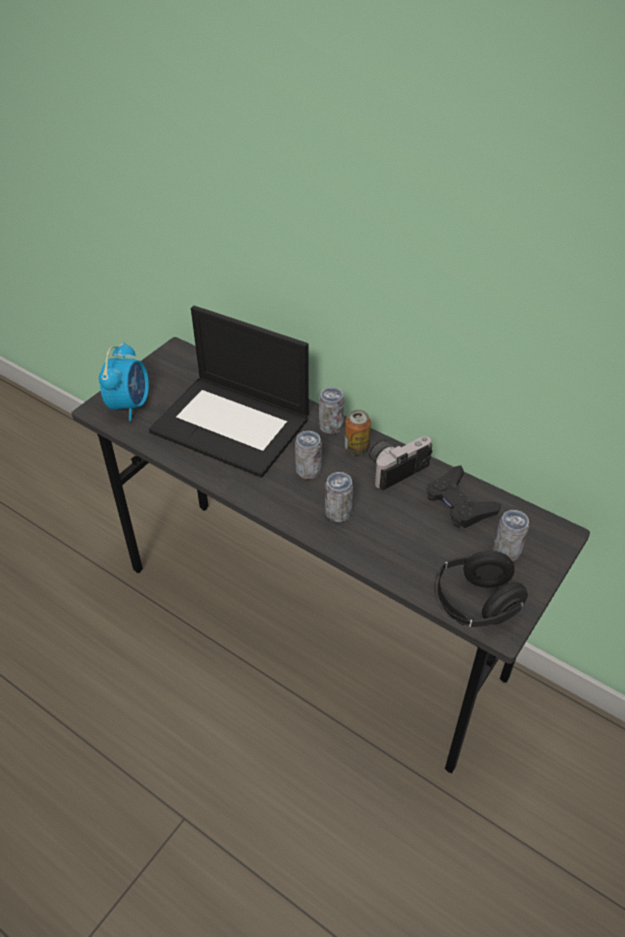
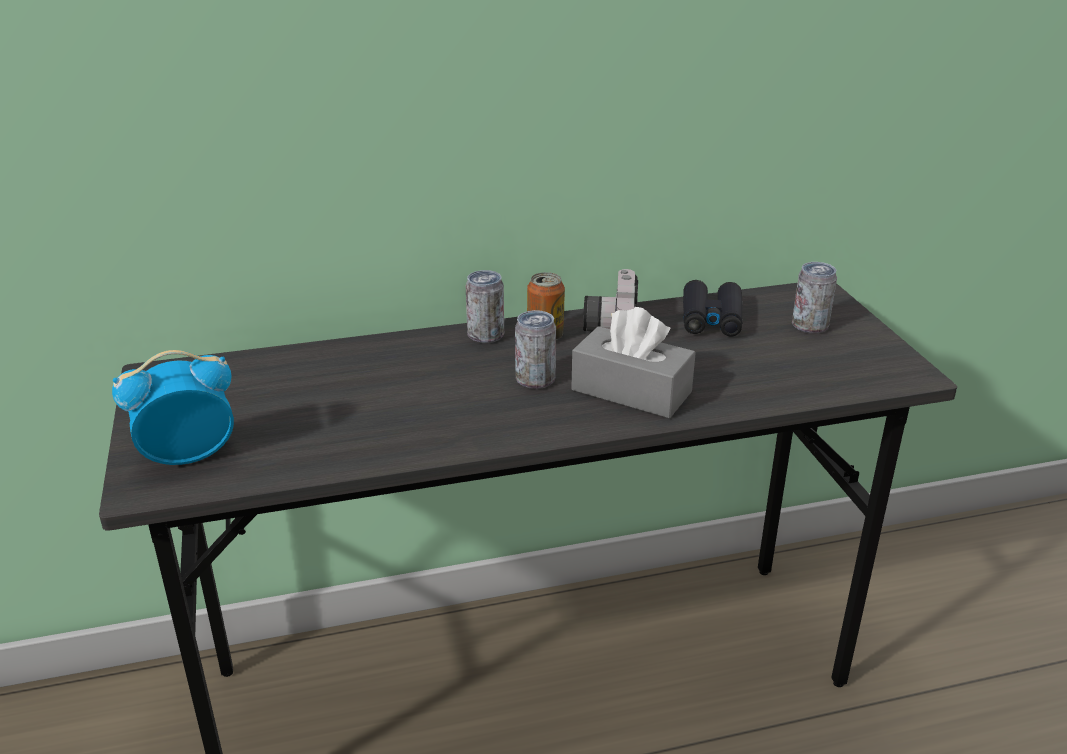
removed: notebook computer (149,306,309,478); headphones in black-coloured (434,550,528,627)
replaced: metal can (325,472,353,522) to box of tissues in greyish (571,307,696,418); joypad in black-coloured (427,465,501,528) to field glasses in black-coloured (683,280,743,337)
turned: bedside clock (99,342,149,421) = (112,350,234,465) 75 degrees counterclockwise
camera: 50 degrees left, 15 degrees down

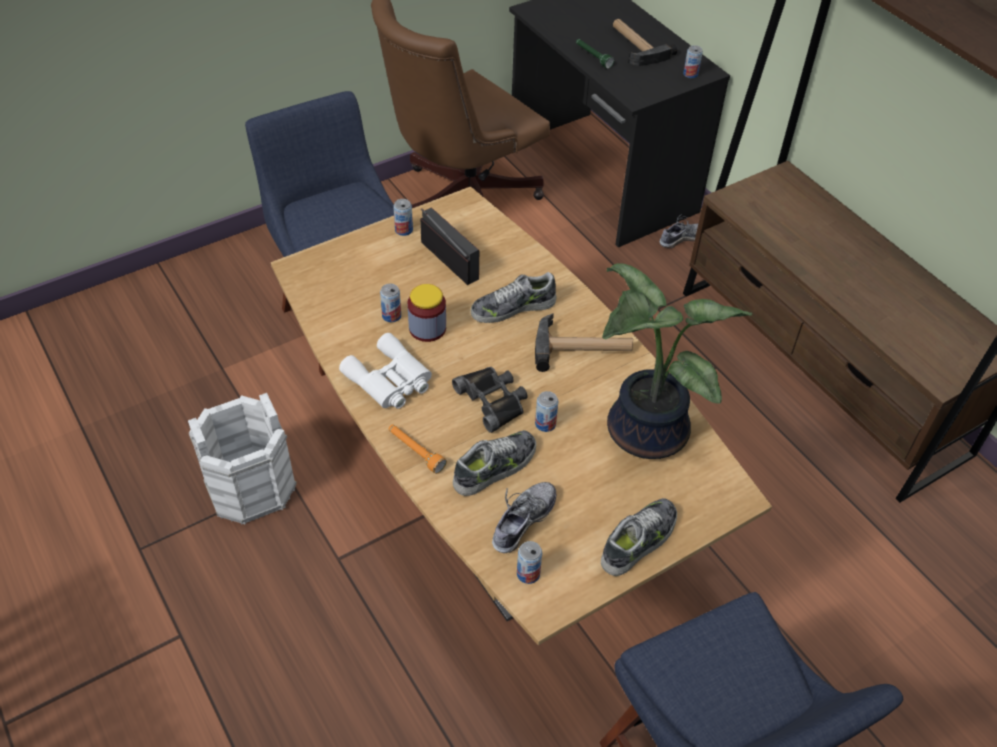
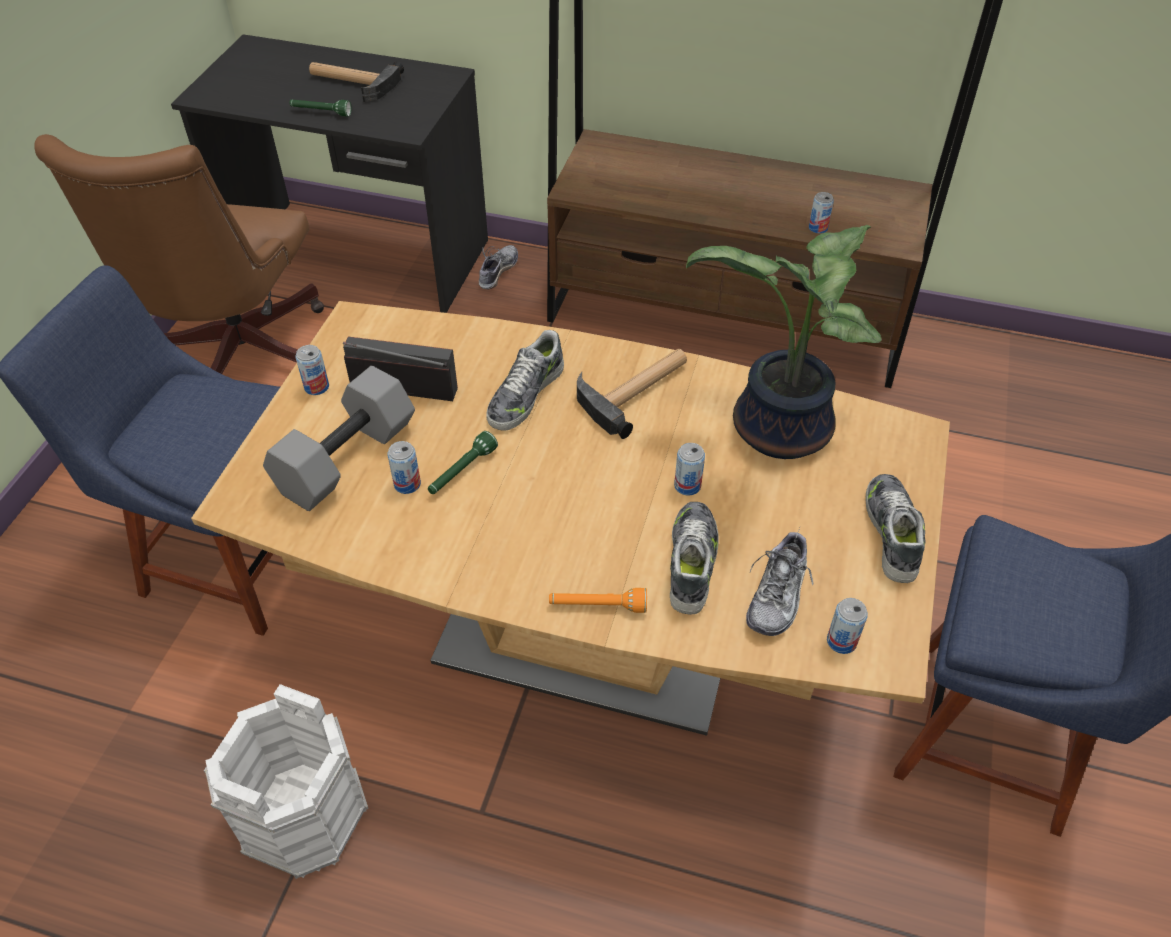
removed: field glasses in whitish (339,333,432,409); field glasses in black-coloured (452,367,527,433)
added: free weight in greyish (263,366,415,511)
moved: metal can (683,45,703,78) to (809,192,834,234)
replaced: preserve jar (408,284,446,342) to flashlight in green (428,431,498,494)
turned: low shoe (492,482,556,553) = (746,528,813,636) 150 degrees counterclockwise
camera: 40 degrees left, 0 degrees up

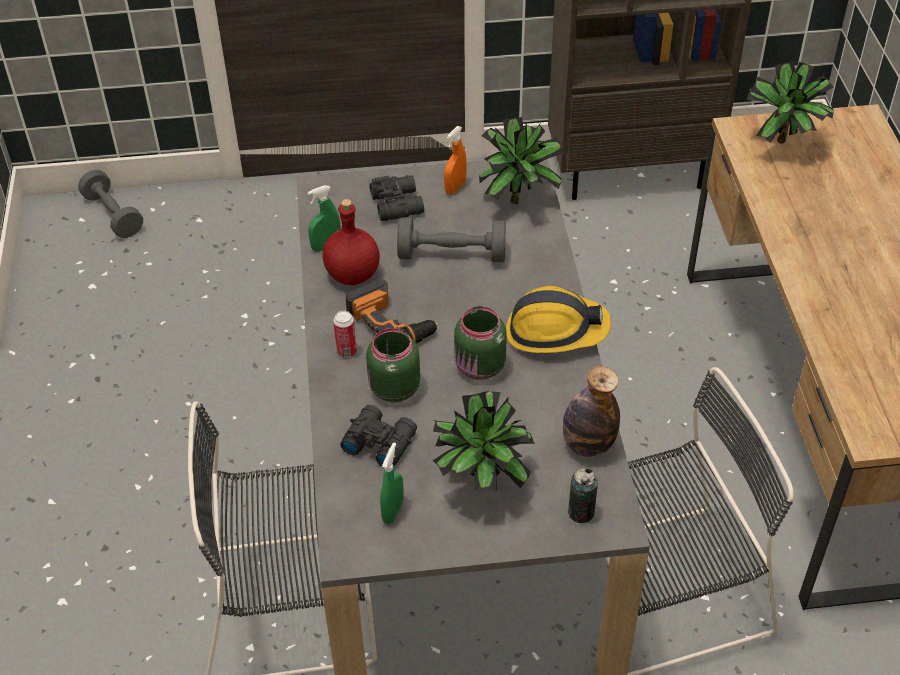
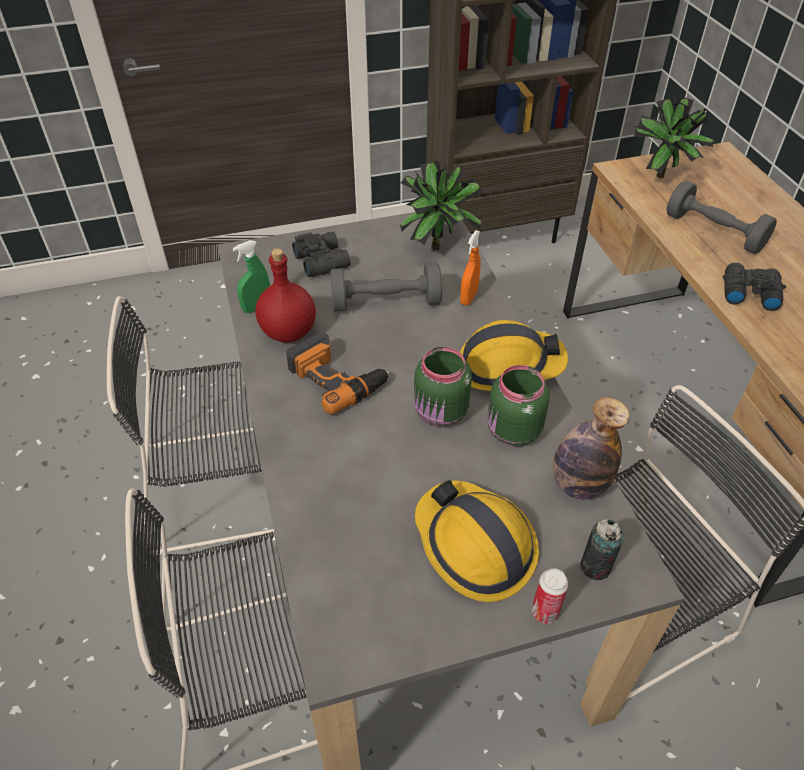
removed: spray bottle in green (380,443,404,524)
added: plain chair in black-coloured (107,296,274,556)
moved: free weight in greyish (78,170,143,238) to (666,180,777,254); metal can (333,311,357,358) to (532,568,568,624); field glasses in black-coloured (340,405,417,466) to (723,263,786,311); preserve jar in green (366,328,420,403) to (487,365,550,447); spray bottle in orangey (444,126,467,195) to (460,230,481,305)
replaced: potted plant (433,391,535,491) to hard hat (415,480,539,602)
camera: 10 degrees left, 0 degrees up

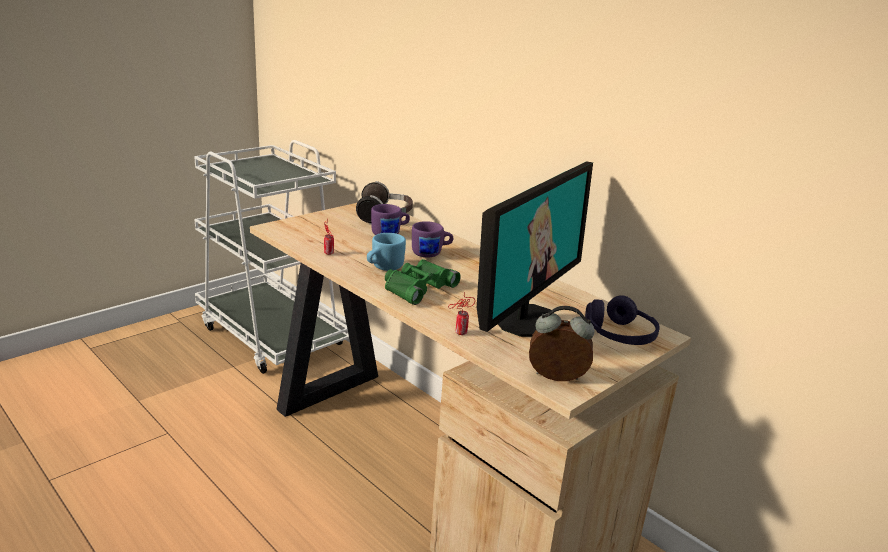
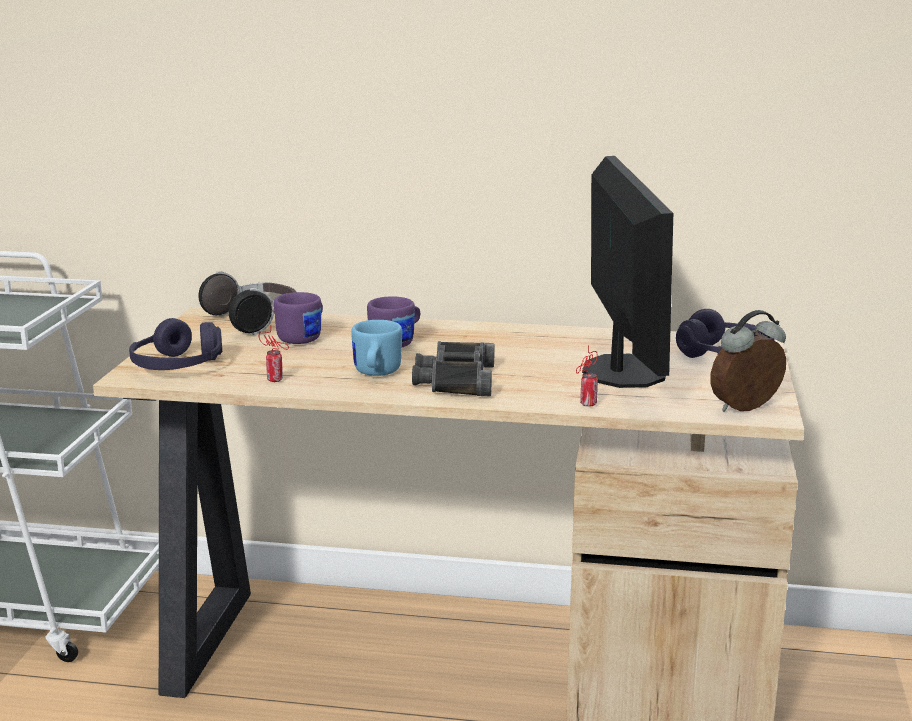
added: headphones in purple-coloured (129,318,222,370)
recoloured: field glasses in green (385,259,461,305) to field glasses in black-coloured (412,341,495,396)
camera: 35 degrees left, 5 degrees down

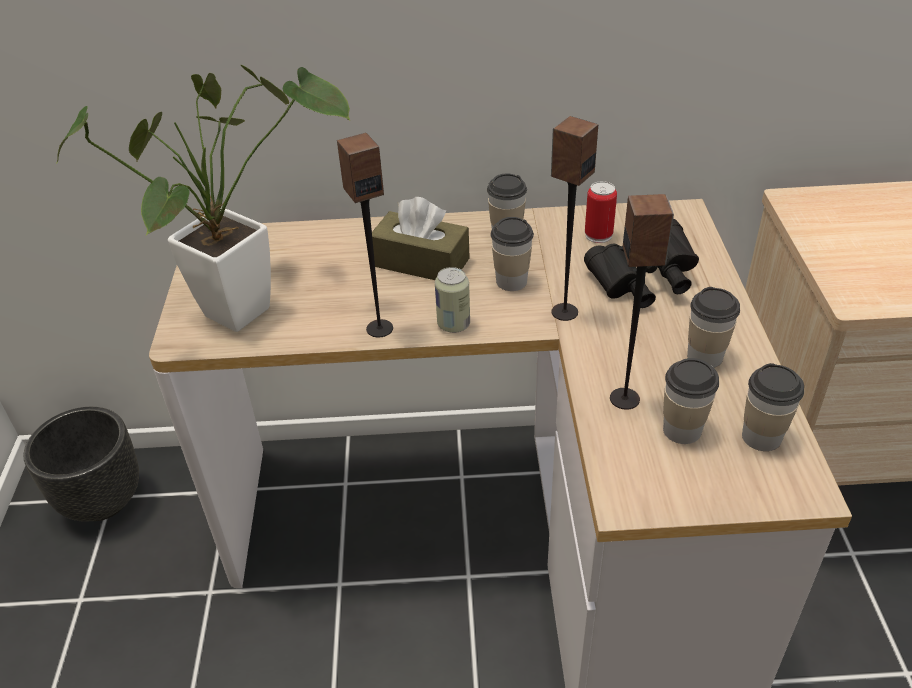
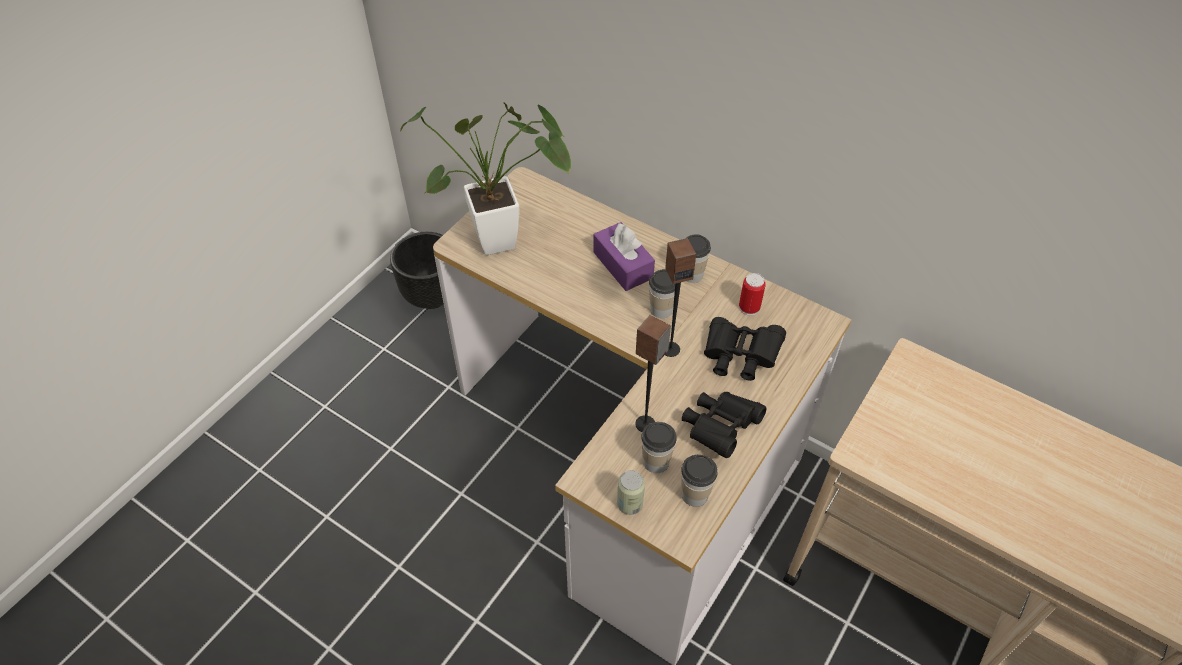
removed: audio speaker (337,132,393,338)
moved: metal can (435,267,470,333) to (617,470,645,515)
replaced: cup (687,287,740,368) to field glasses in black-coloured (682,392,767,458)
recoloured: box of tissues in brown (372,197,470,280) to box of tissues in purple-coloured (593,222,655,291)
camera: 35 degrees right, 10 degrees up

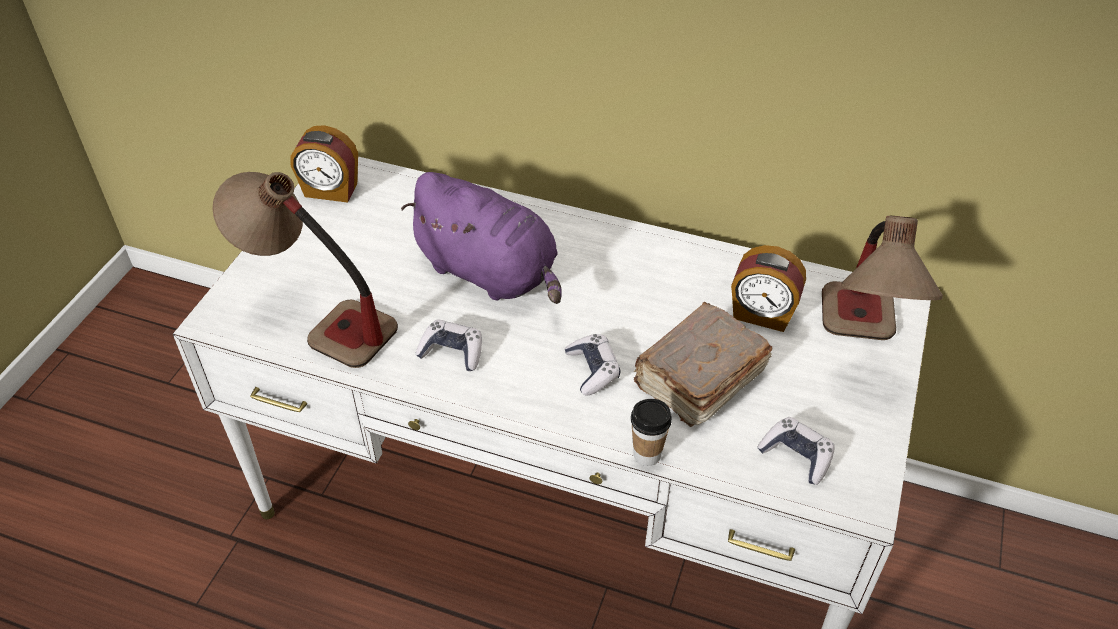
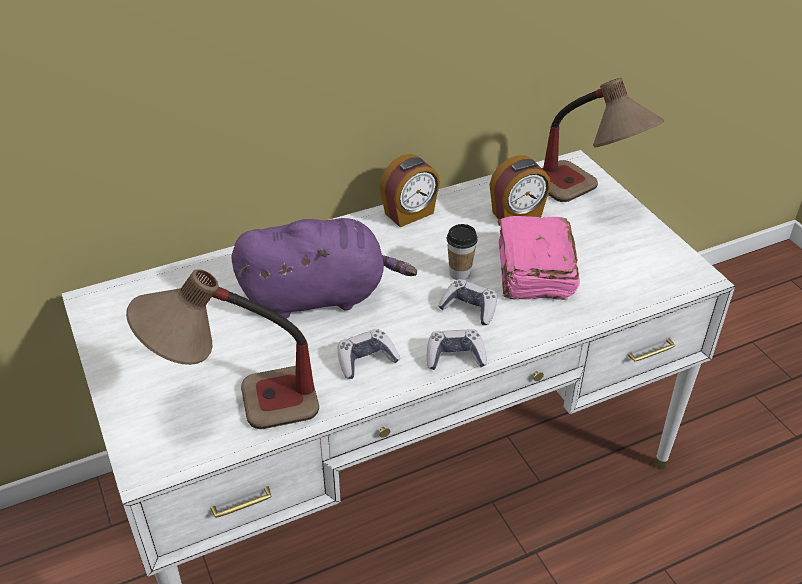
moved: bedside clock (290,125,358,203) to (380,154,440,227); cup (631,399,672,466) to (447,224,478,280); joypad (757,417,835,485) to (427,329,487,370)
recoloured: volume in brown (633,302,772,427) to volume in pinkish (497,216,580,300)
camera: 45 degrees left, 5 degrees down

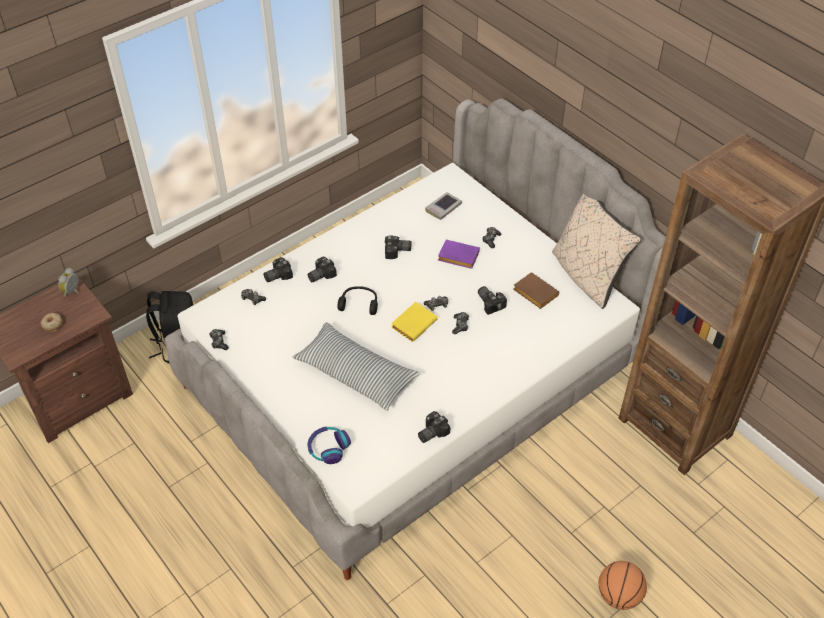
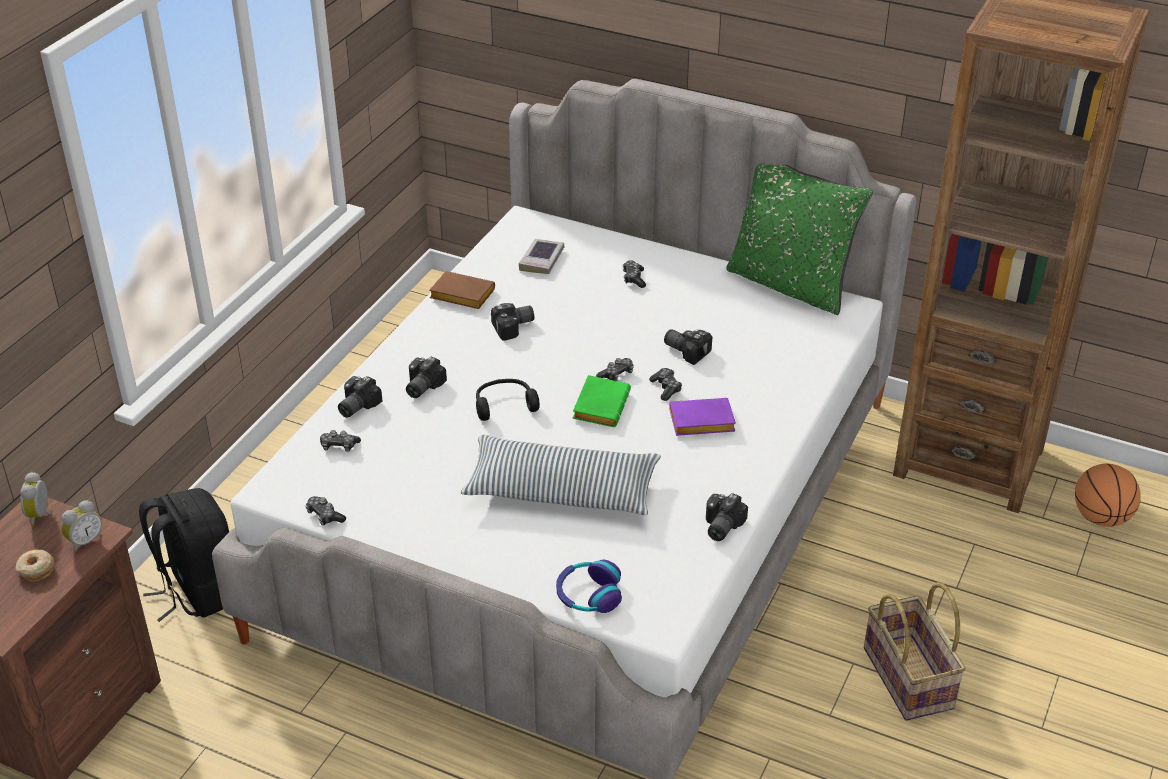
added: bedside clock (61,500,102,552); storage basket (864,582,966,720)
moved: volume in purple-coloured (438,240,480,269) to (669,398,736,436); volume in brown (513,272,559,309) to (429,271,495,309); basketball ball (599,561,647,610) to (1075,464,1141,527)
recoloured: volume in yellow (391,302,437,342) to volume in green (572,375,631,427); throw pillow in beige-coloured (552,194,641,309) to throw pillow in green (726,164,873,315)
camera: 25 degrees left, 10 degrees down

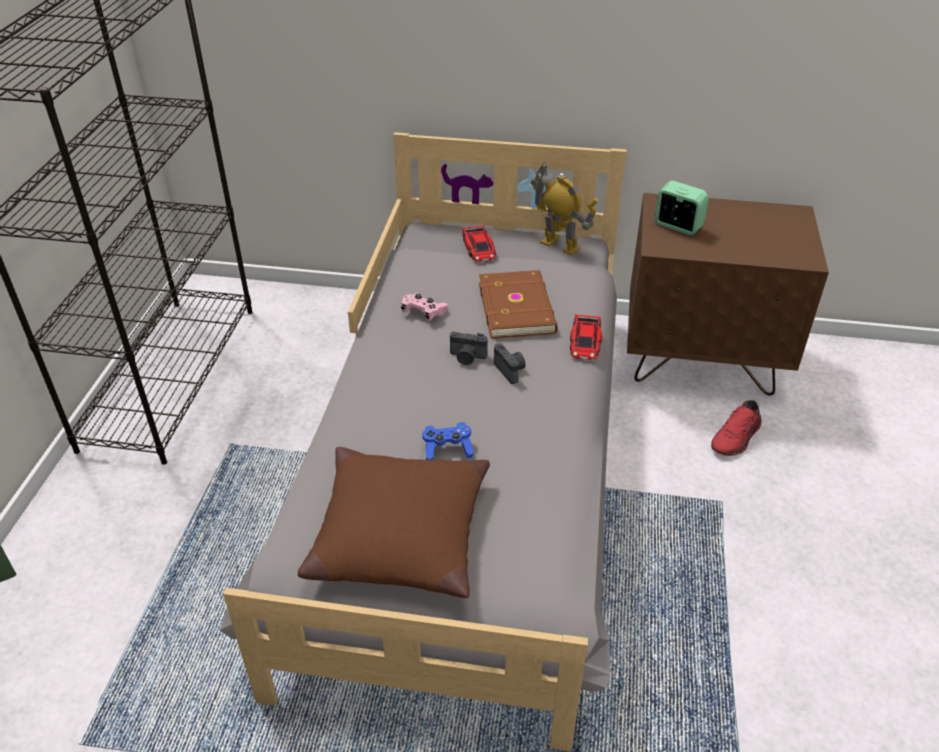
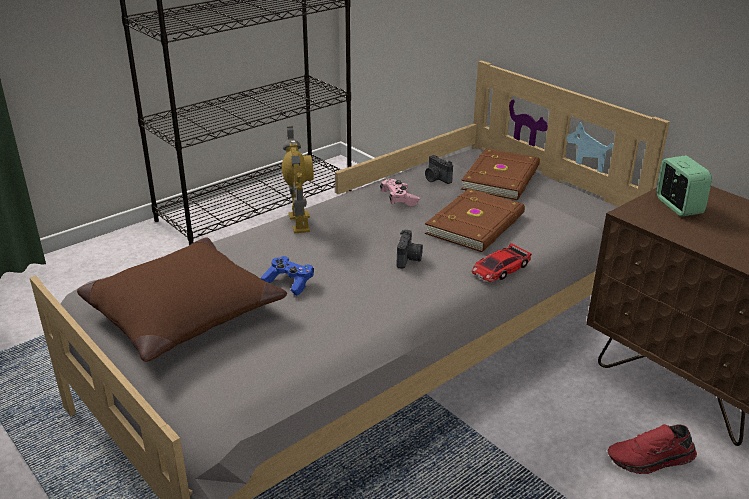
moved: still camera (450,332,488,365) to (425,155,453,184); model robot (531,162,598,255) to (282,126,314,234)
replaced: toy car (462,225,496,262) to volume in brown (461,149,540,200)
camera: 40 degrees right, 10 degrees down

